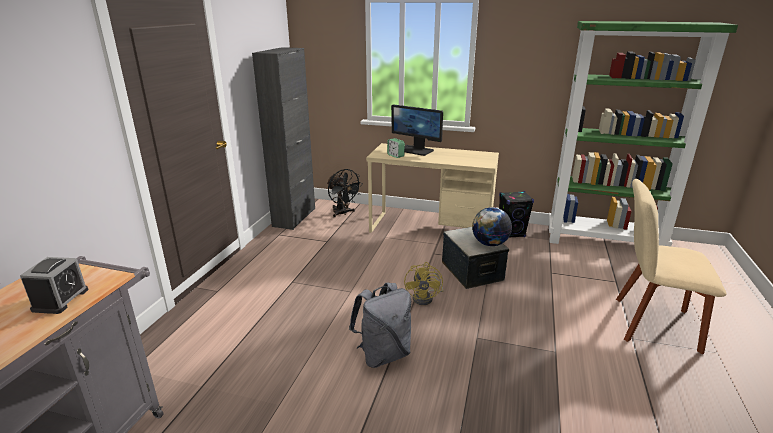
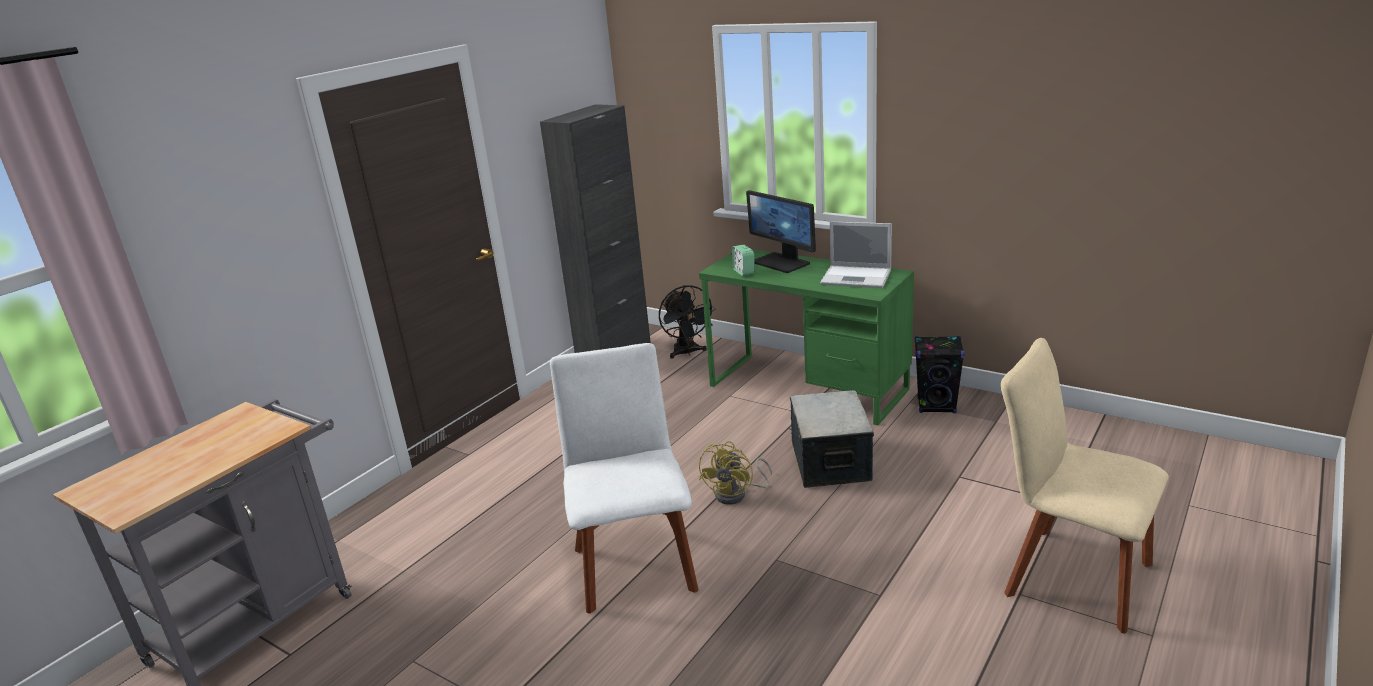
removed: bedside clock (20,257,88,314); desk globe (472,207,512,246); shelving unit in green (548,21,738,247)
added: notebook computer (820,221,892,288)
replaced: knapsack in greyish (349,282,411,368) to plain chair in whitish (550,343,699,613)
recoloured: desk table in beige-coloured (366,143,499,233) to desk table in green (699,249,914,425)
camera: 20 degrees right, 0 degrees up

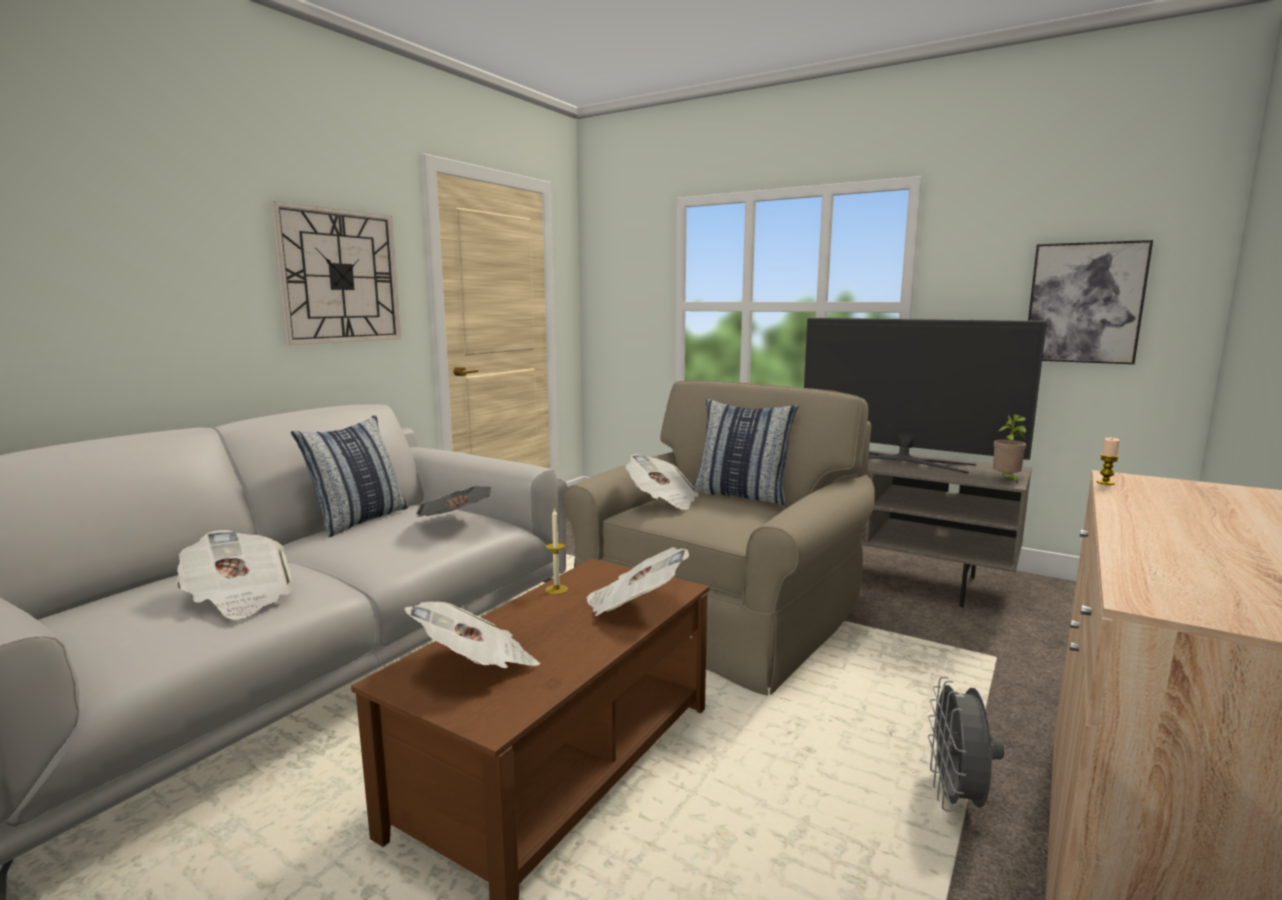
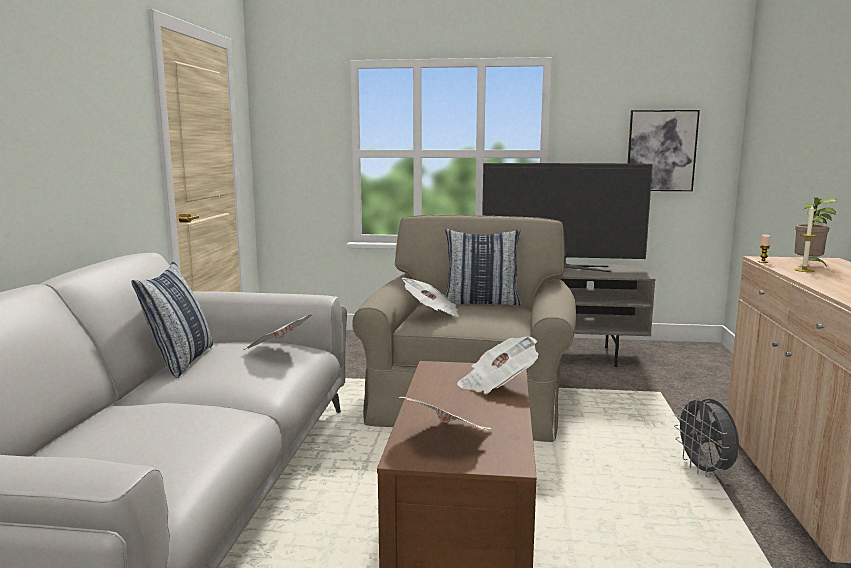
removed: newspaper (176,530,292,620); clock on the wall (270,201,401,345)
moved: wax candle (545,508,568,594) to (794,204,818,272); potted plant (993,414,1027,483) to (794,197,837,266)
camera: 25 degrees left, 0 degrees up

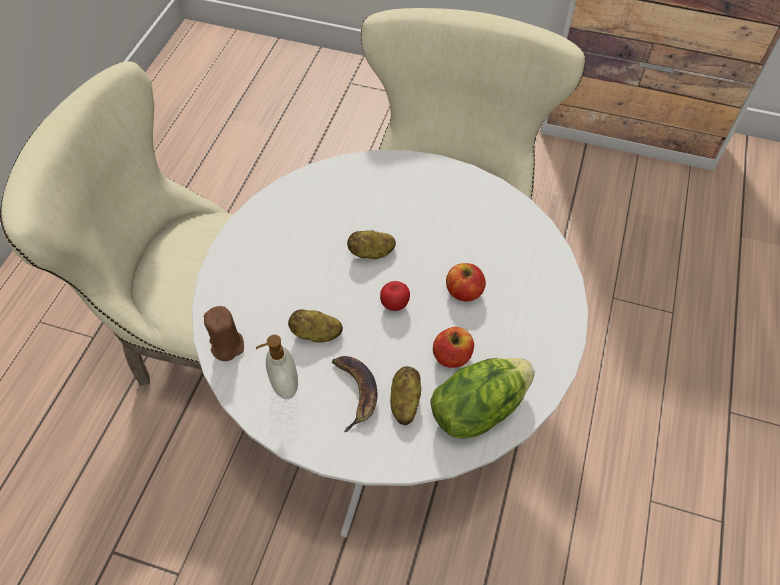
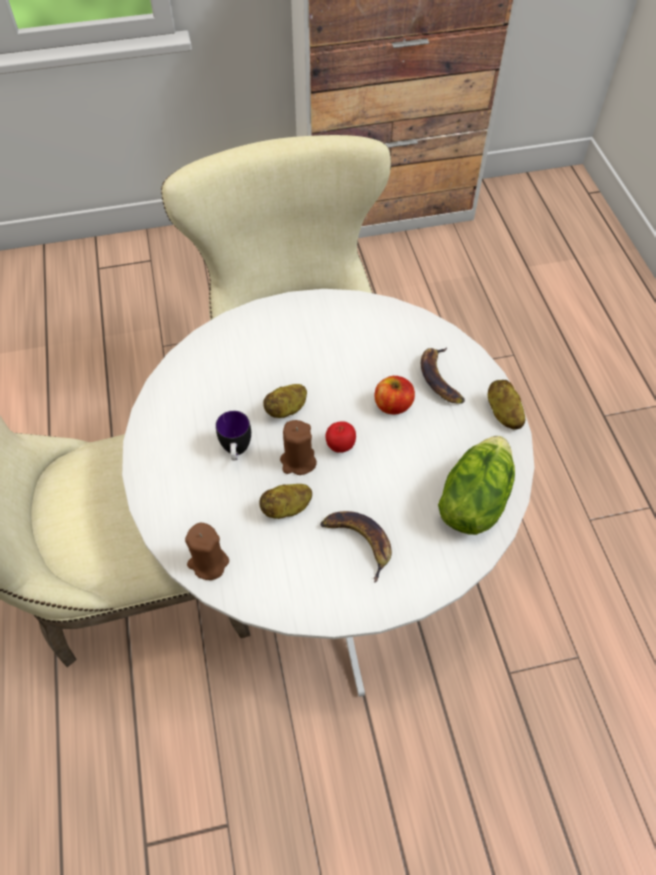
removed: soap dispenser (256,335,298,399); apple (433,327,474,368)
added: mug (216,411,251,460); wax candle in brown (280,420,317,475); banana (421,347,465,404)
moved: potato (390,366,421,425) to (488,380,526,430)
camera: 30 degrees left, 0 degrees up

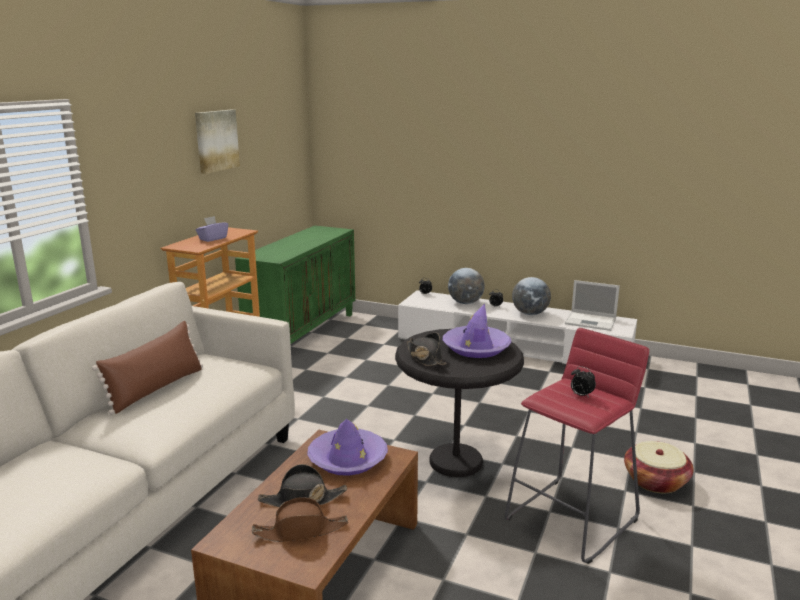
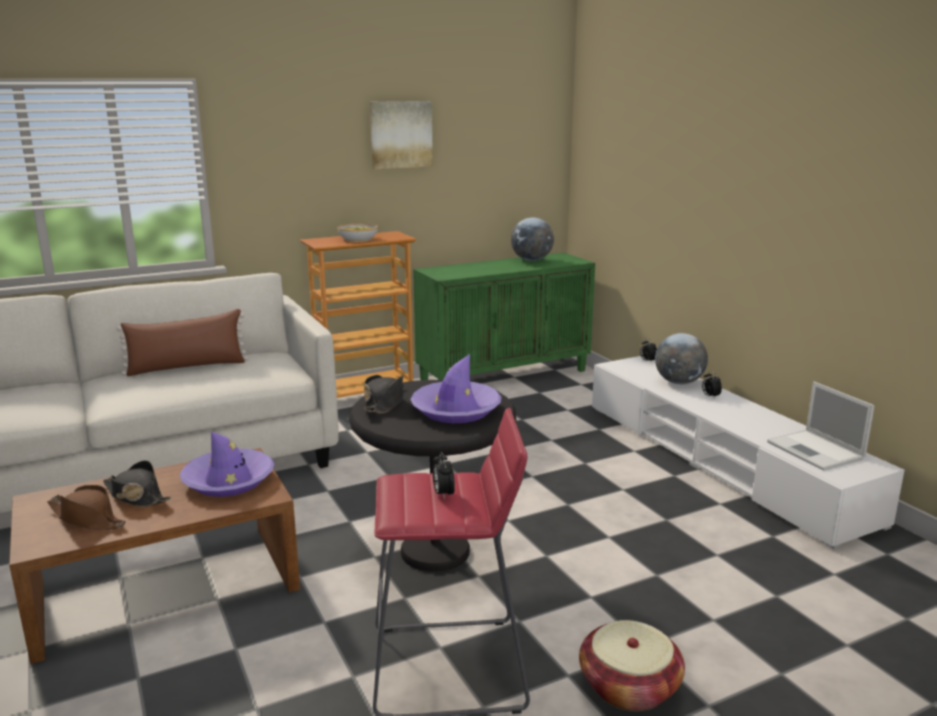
moved: desk globe (512,277,551,315) to (511,218,554,261)
replaced: box of tissues in purple-coloured (196,216,228,242) to deep dish (338,223,378,242)
camera: 40 degrees right, 0 degrees up

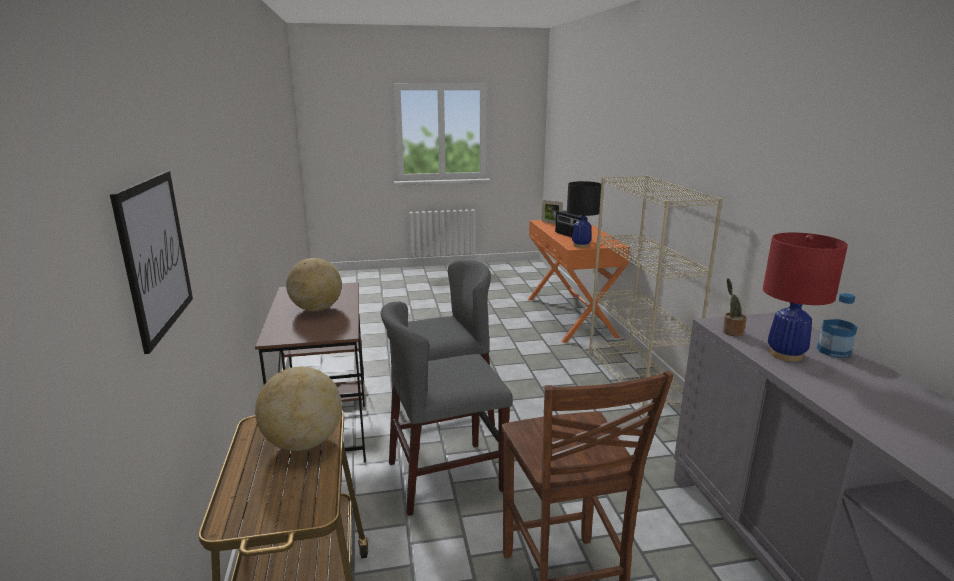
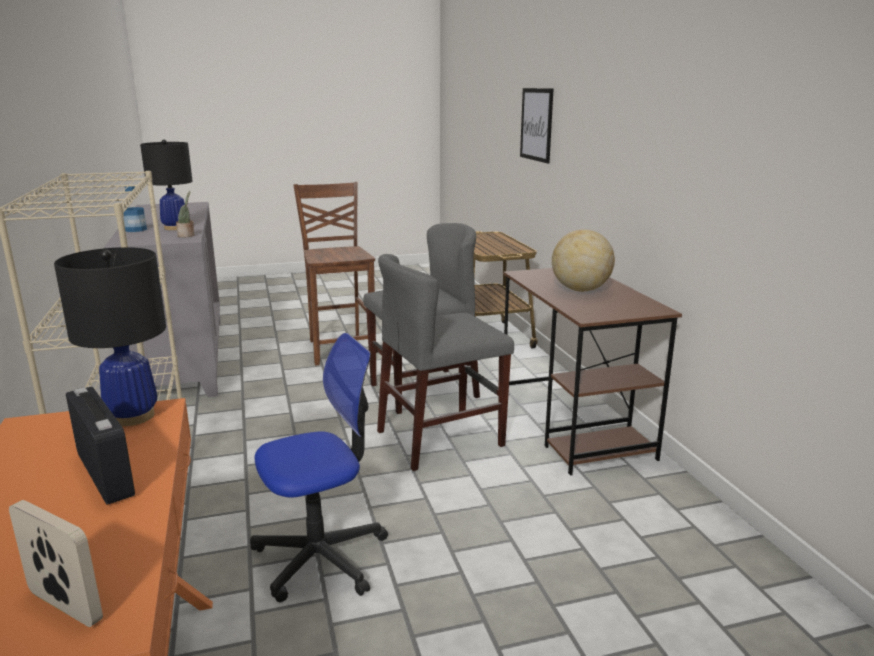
removed: desk globe (255,367,342,451)
added: desk chair (250,333,388,602)
recoloured: table lamp in red-coloured (763,233,848,362) to table lamp in black-coloured (140,140,192,230)
camera: 175 degrees right, 0 degrees up

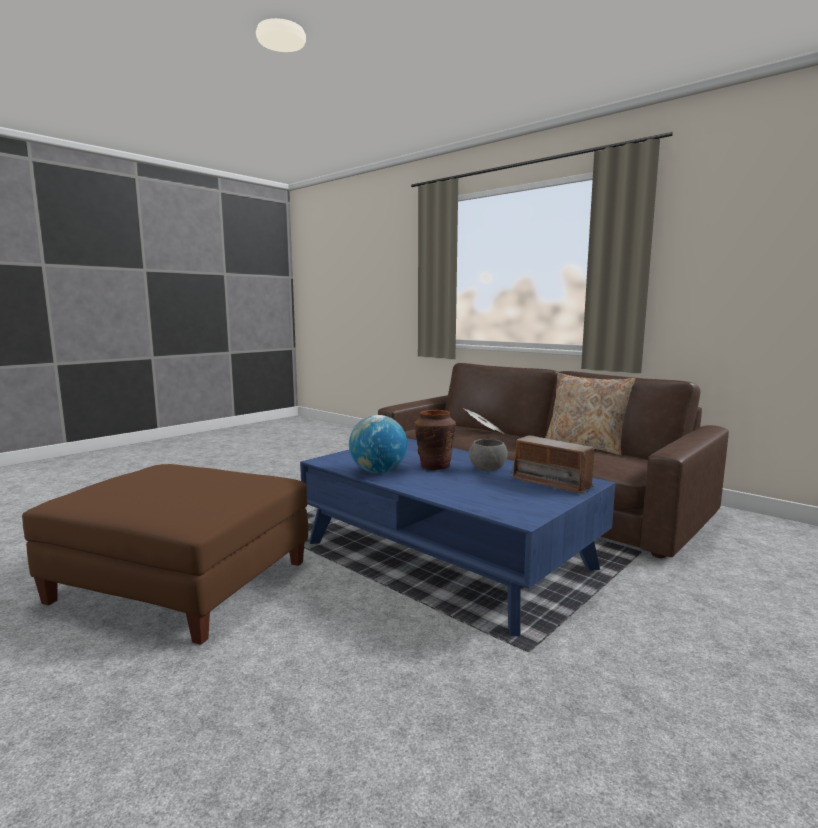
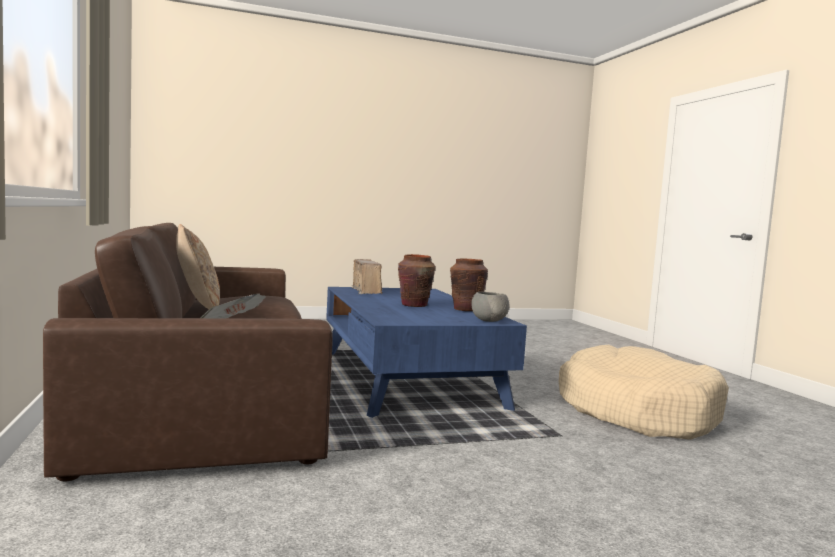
moved: deep dish in greyish (469,439,508,471) to (471,292,509,322)
replaced: pouffe in brown (22,464,308,645) to dog bed in beige-coloured (559,345,729,440); desk globe (349,415,407,473) to vase in brown (450,259,488,311)
camera: 150 degrees left, 5 degrees down

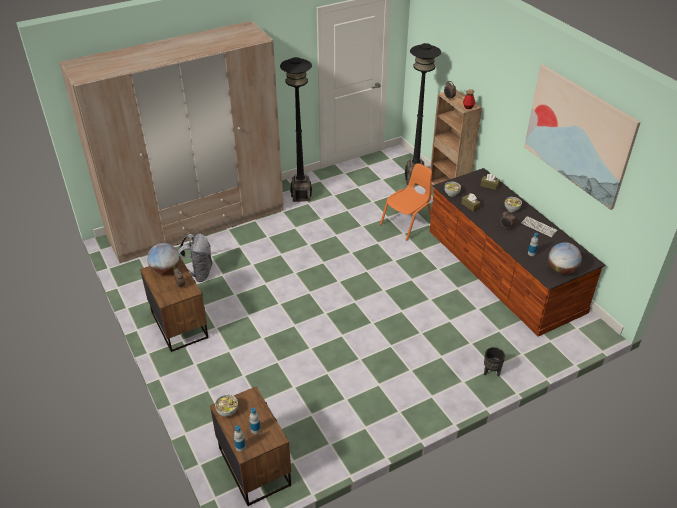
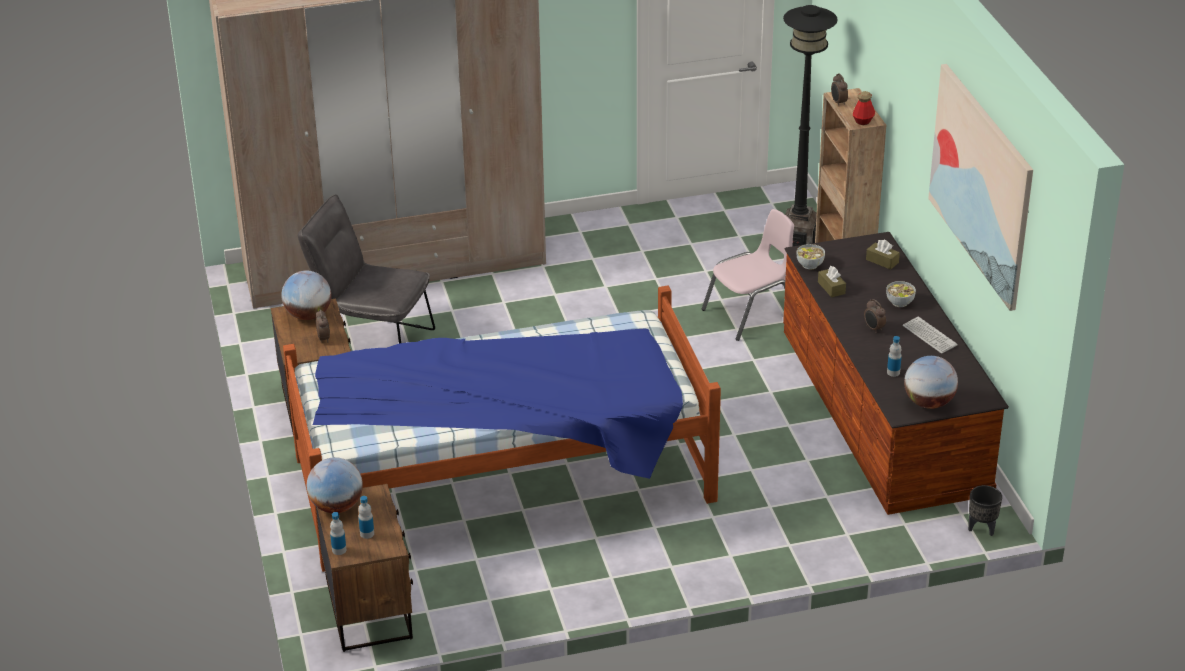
removed: standing lamp in black-coloured (280,57,312,202)
added: bedroom bed (283,286,721,572)
moved: plant pot in black-coloured (484,347,505,377) to (968,485,1002,536)
replaced: knapsack in greyish (178,233,212,282) to plain chair in greyish (298,195,435,343); deep dish (215,395,238,417) to desk globe (307,457,363,513)
recoloured: plain chair in orangey (380,163,432,240) to plain chair in pinkish (702,209,794,341)
camera: 15 degrees right, 5 degrees down

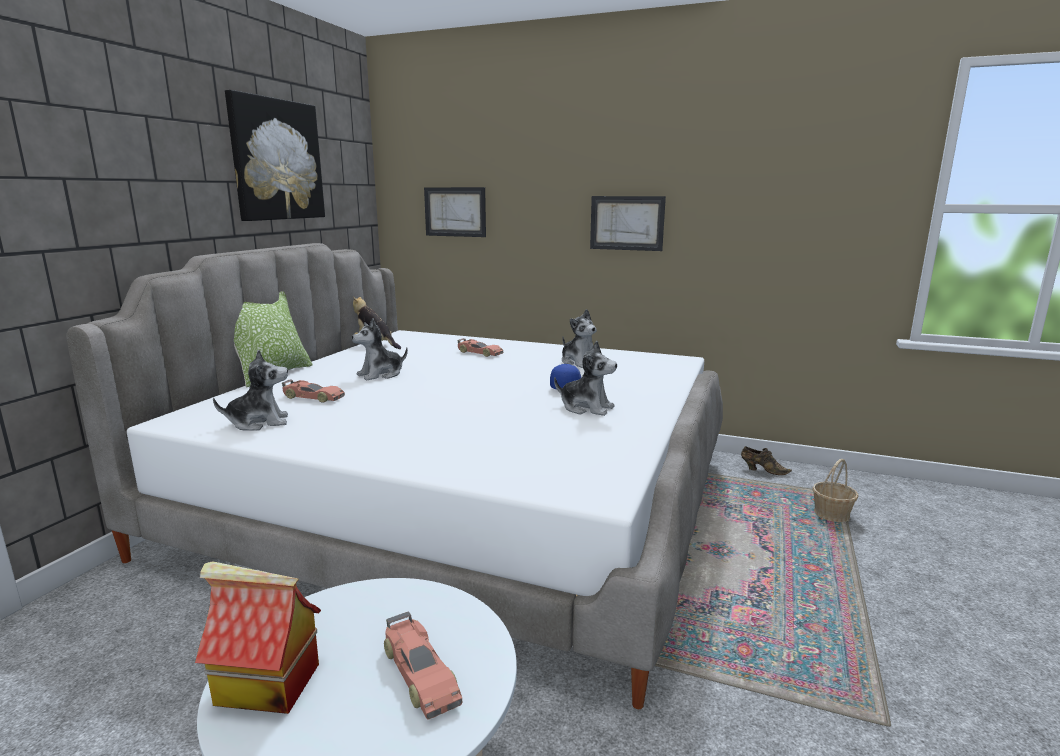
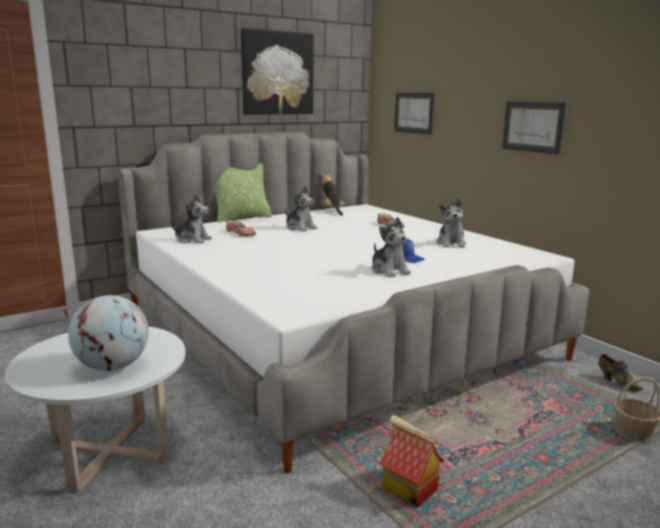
moved: miniature house (195,561,321,714) to (380,415,445,507)
replaced: toy car (384,612,462,720) to desk globe (68,295,149,371)
turned: cuddly toy (352,318,408,380) = (285,186,317,232) 135 degrees counterclockwise
camera: 35 degrees right, 0 degrees up

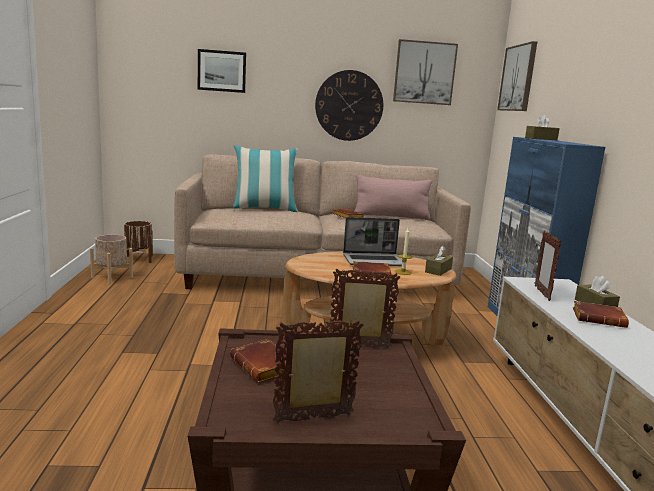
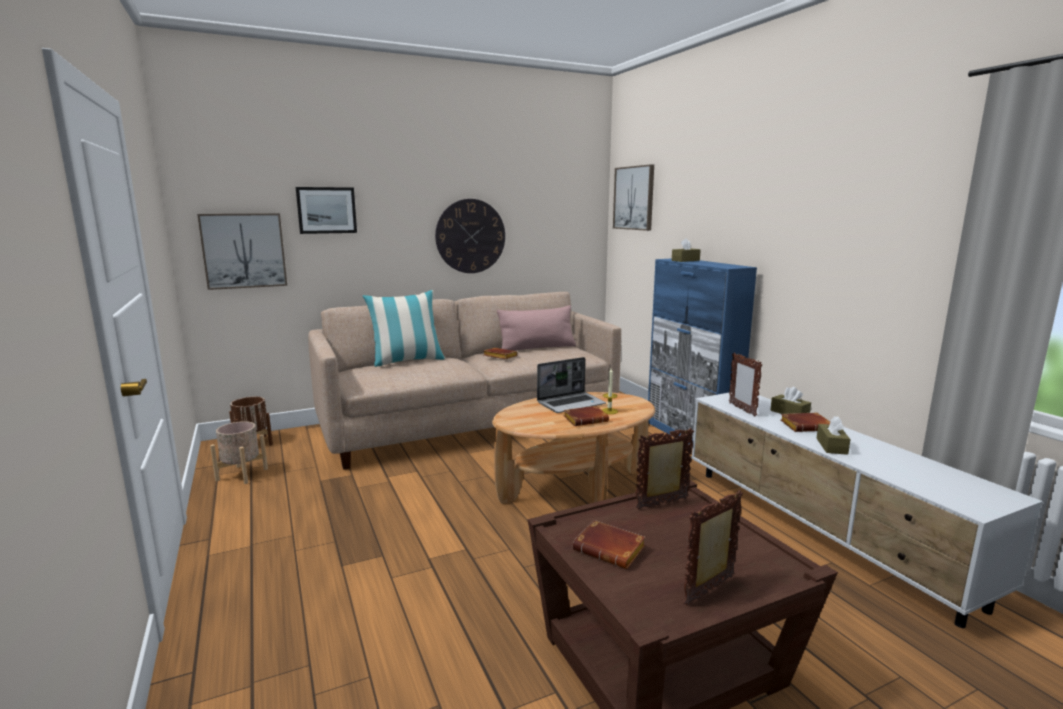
moved: picture (393,39,458,105) to (197,213,287,290); box of tissues in brown (425,246,453,276) to (817,416,850,455)
camera: 20 degrees left, 0 degrees up

